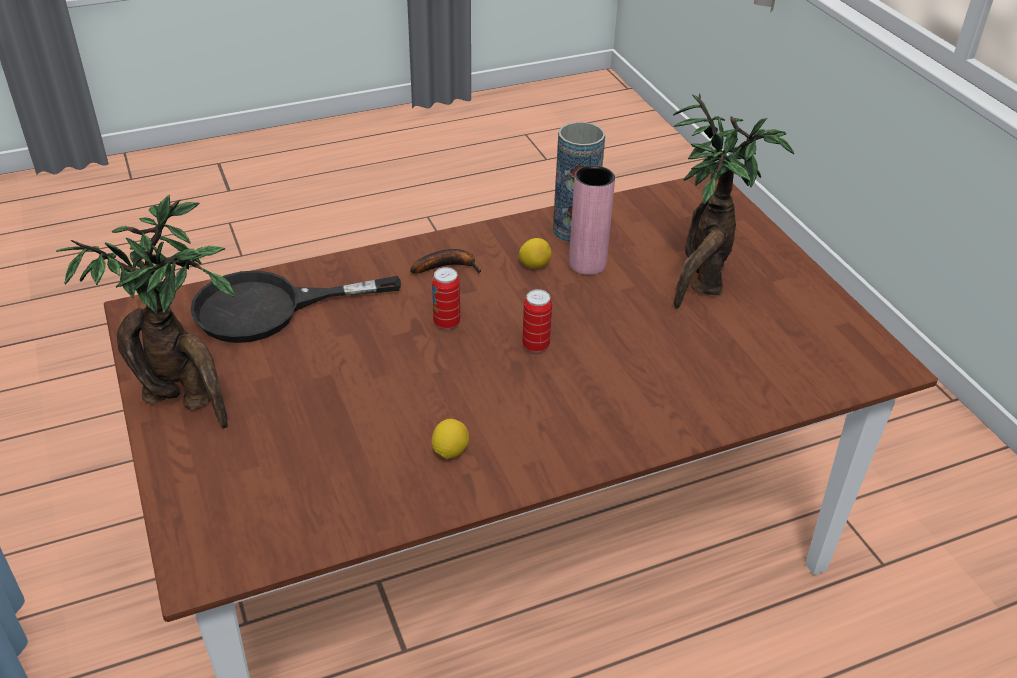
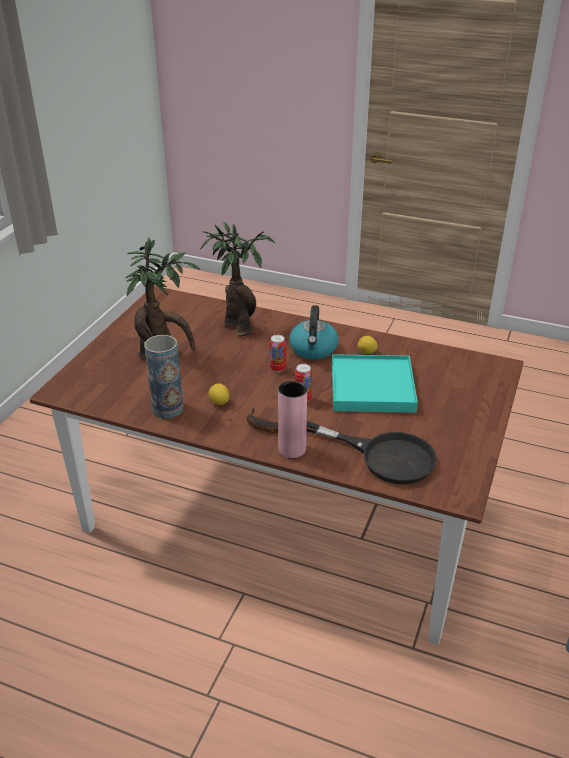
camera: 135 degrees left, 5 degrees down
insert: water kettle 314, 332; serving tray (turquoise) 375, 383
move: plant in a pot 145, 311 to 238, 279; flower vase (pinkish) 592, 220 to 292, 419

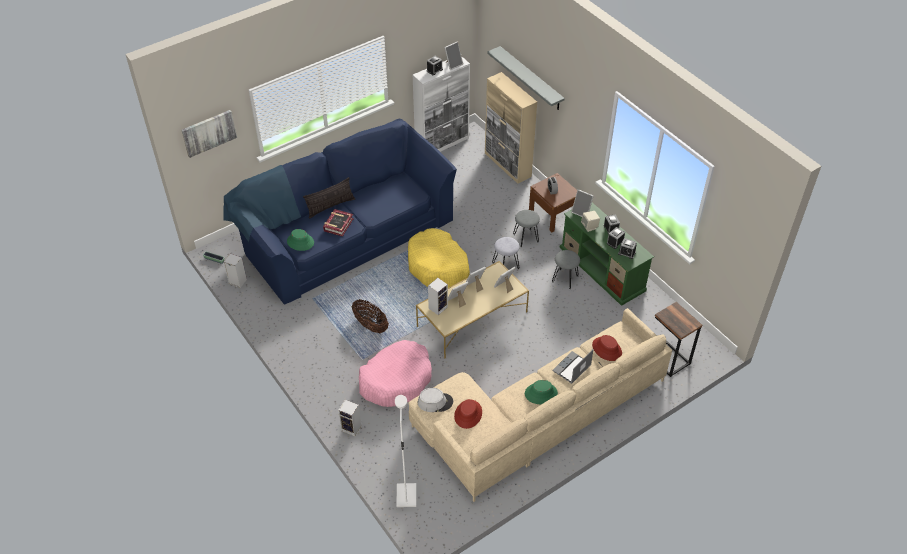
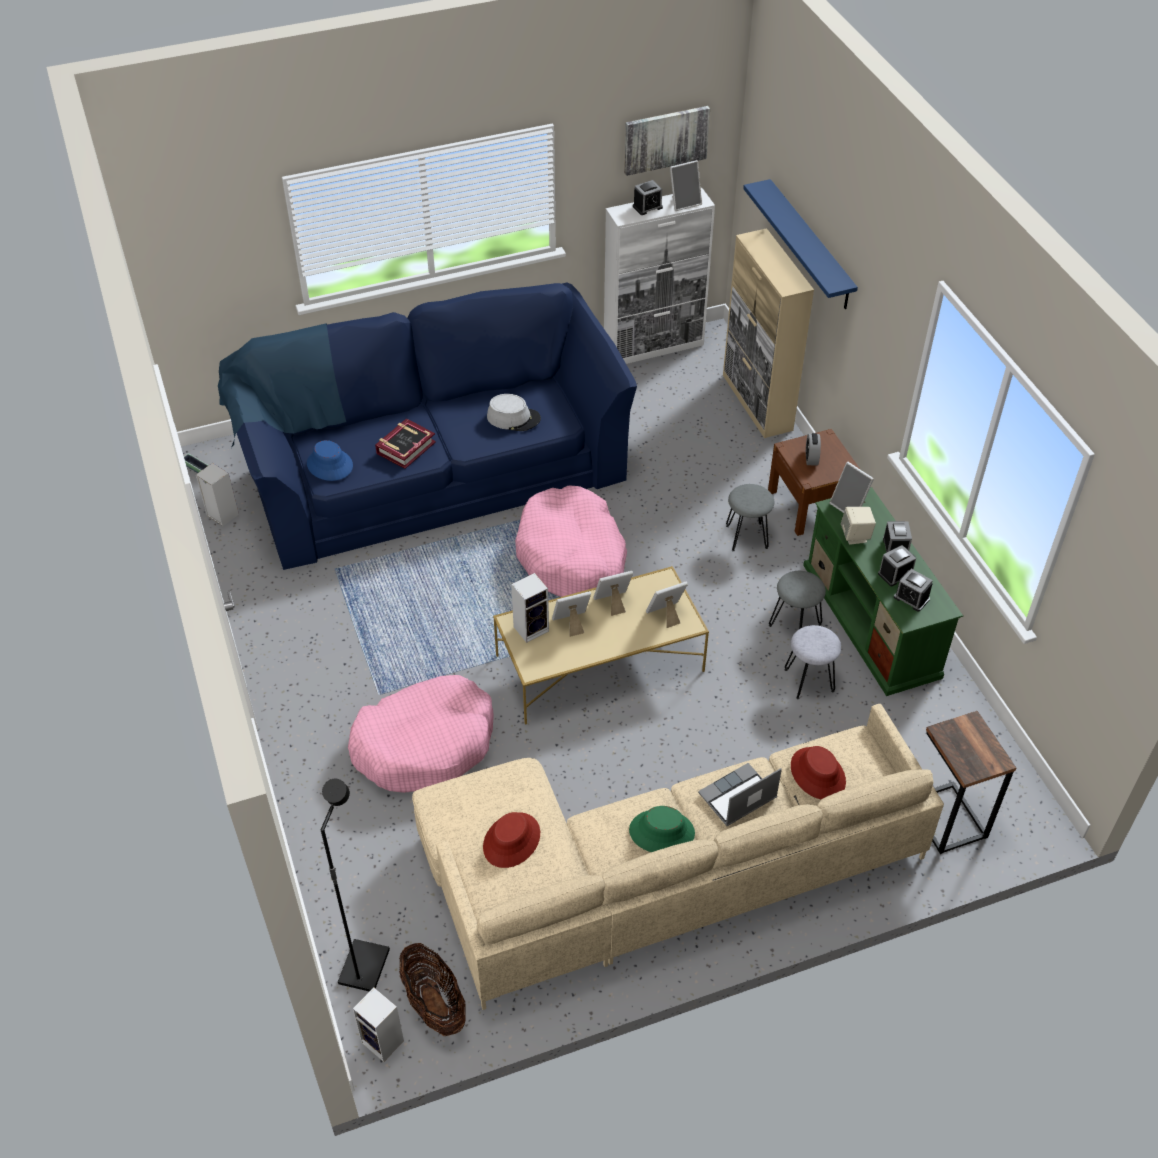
camera: 15 degrees right, 0 degrees up
delete: pillow 329, 198
move: loudspeaker 349, 418 to 378, 1025; household basket 370, 316 to 432, 989; wearable hat (gray) 435, 400 to 514, 412; wall art 209, 134 to 667, 141; stool (gray) 505, 253 to 812, 662
recolor: wearable hat (green-coloured) 300, 240 to wearable hat (blue) 330, 460; floor lamp (white-coloured) 405, 451 to floor lamp (black) 355, 885; dog bed (yellowish) 439, 258 to dog bed (pinkish) 571, 541; wall shelf (gray) 526, 78 to wall shelf (blue) 800, 244

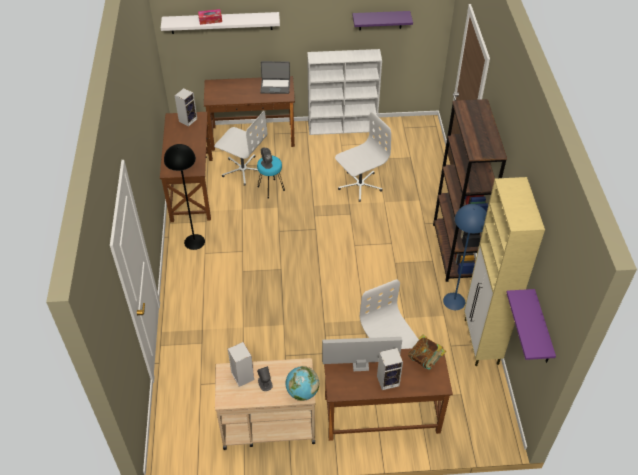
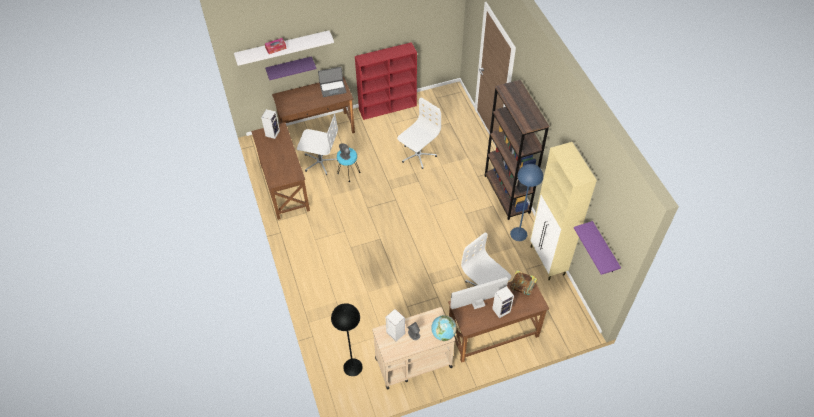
camera: 15 degrees left, 5 degrees up
move: wall shelf (purplish) 382, 20 to 290, 68; floor lamp (black) 184, 197 to 347, 339
recolor: bookshelf (white-coloured) 344, 92 to bookshelf (red-coloured) 386, 81

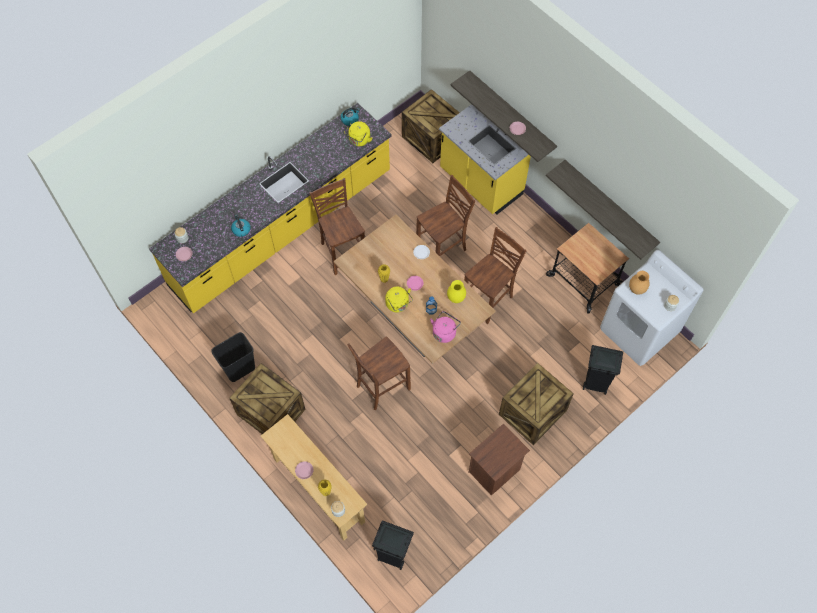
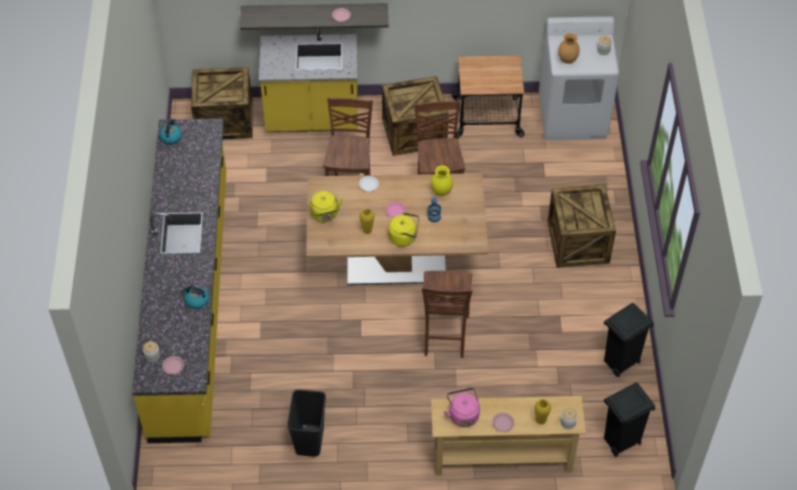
camera: 50 degrees left, 10 degrees down
delete: upright chair (brownish) 337, 226; nightstand (brownish) 499, 460; wall shelf 603, 210
move: water kettle (yellowish) 358, 133 to 326, 206; packing crate 267, 398 to 415, 116; water kettle (pinkish) 445, 327 to 462, 407; waste bin (black) 603, 370 to 629, 340

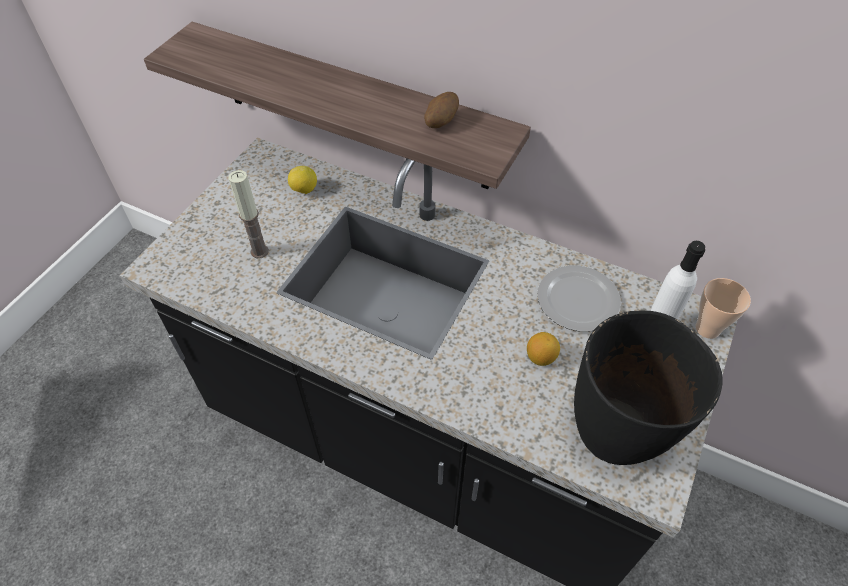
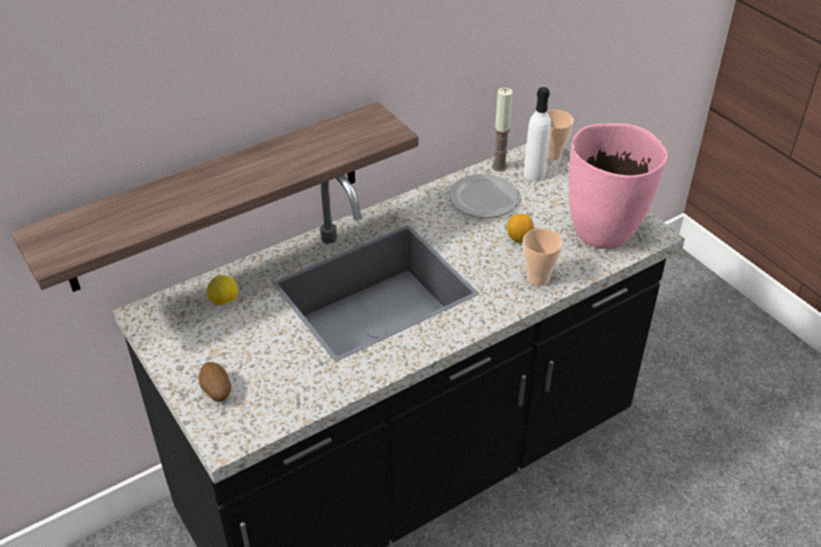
camera: 60 degrees left, 10 degrees down
insert: small cup 543, 257
move: potato 441, 110 to 215, 382; wax candle 249, 214 to 502, 130
recolor: flower vase (black) 648, 388 to flower vase (pinkish) 618, 186

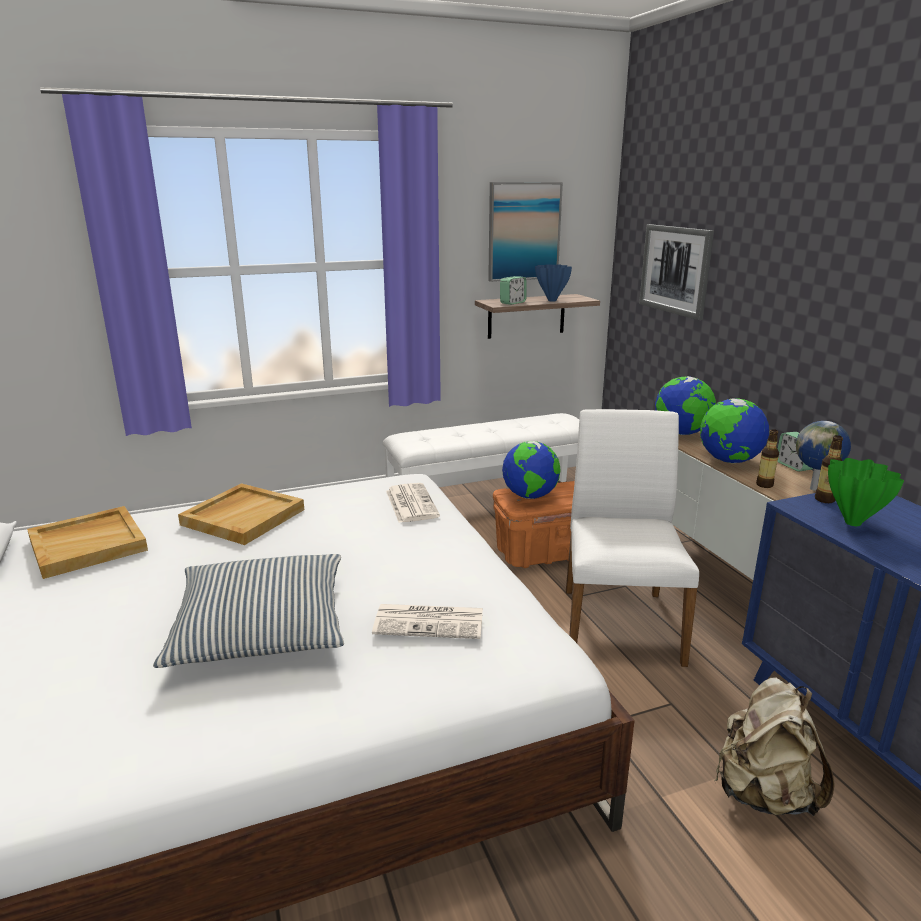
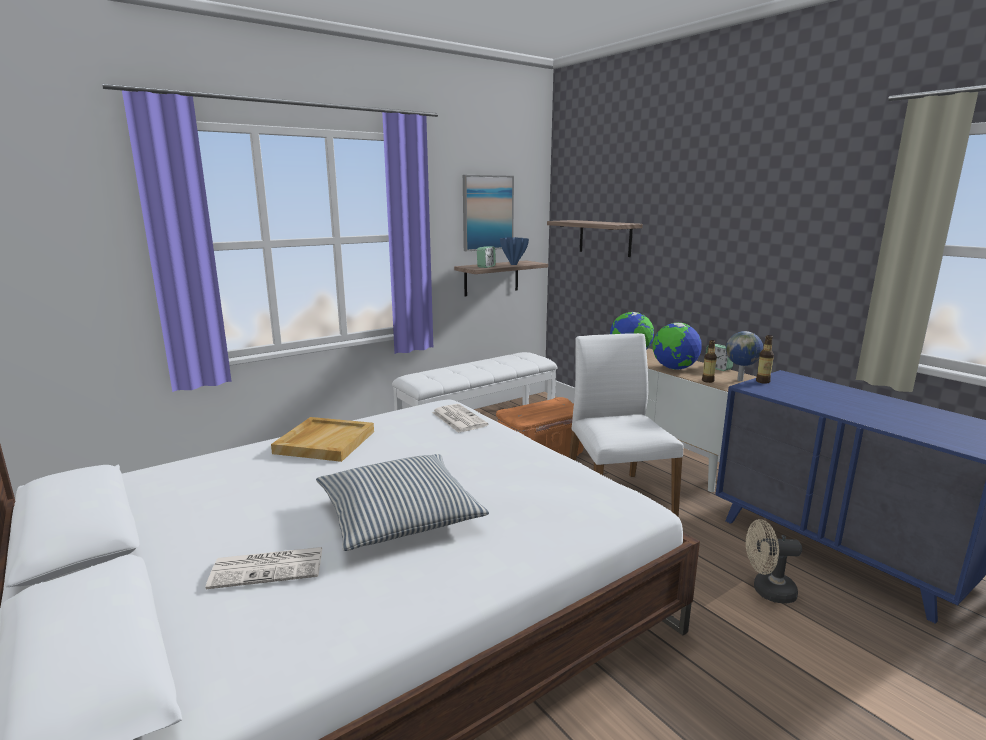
camera: 15 degrees left, 5 degrees down
delete: serving tray (sand-coloured) 87, 542; world globe 531, 470; flower vase (green-coloured) 866, 492
move: daily paper 427, 621 to 264, 568
replace: wall art 676, 272 to wall shelf 595, 238; backpack (sand-coloured) 775, 747 to cooling fan (sand-coloured) 774, 561

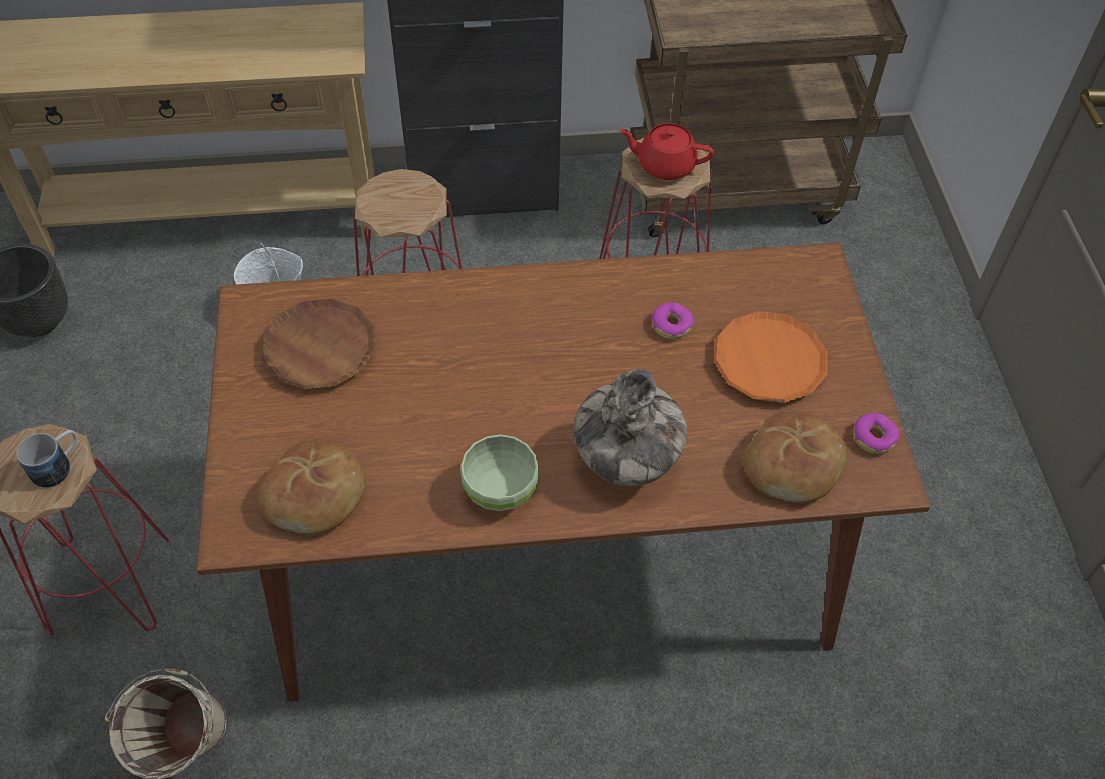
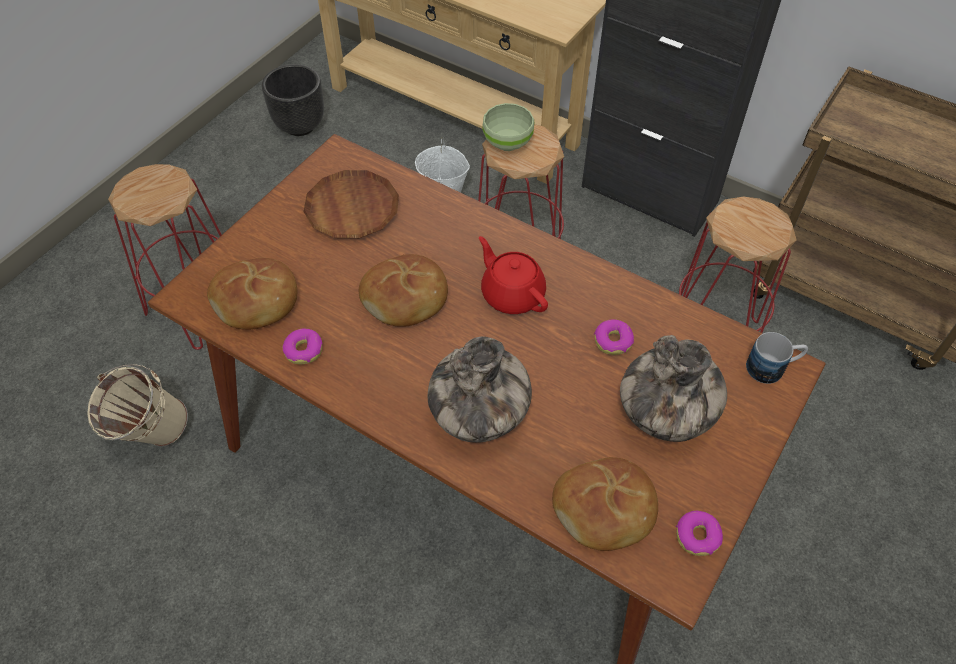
camera: 40 degrees right, 0 degrees up
insert: doughnut 302, 346; bread 403, 290
move: tea pot (red-coloured) 666, 151 to 513, 275; bowl (green-coloured) 500, 472 to 508, 127; tea mug 47, 459 to 777, 358
replace: plate (orange) 771, 357 to flower vase 673, 388

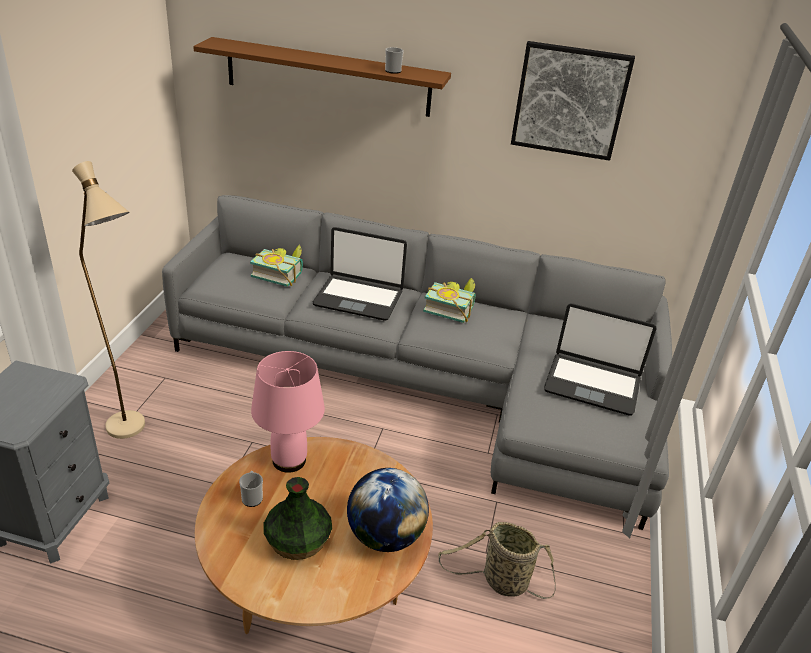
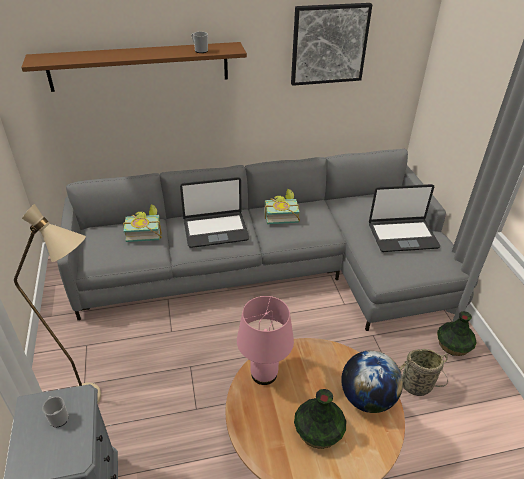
camera: 25 degrees left, 5 degrees up
insert: flower vase 457, 333
move: tea mug 251, 489 to 55, 411

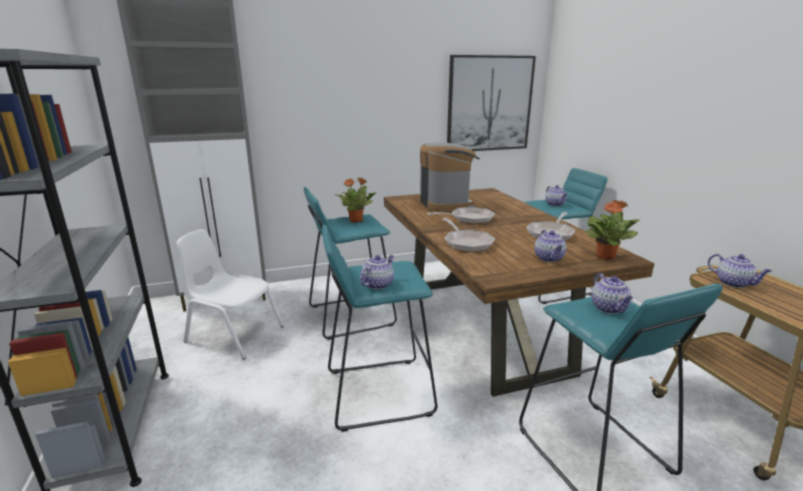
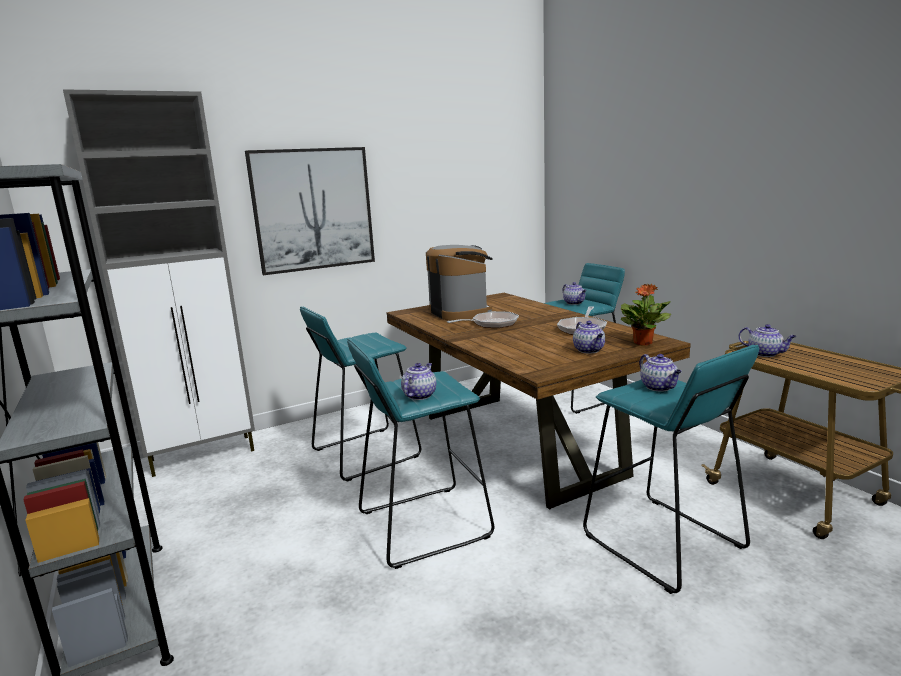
camera: 10 degrees left, 5 degrees down
delete: upright chair (white-coloured) 230, 295; plant in a pot 355, 200; skillet 469, 235
move: wall art 491, 103 to 310, 211

